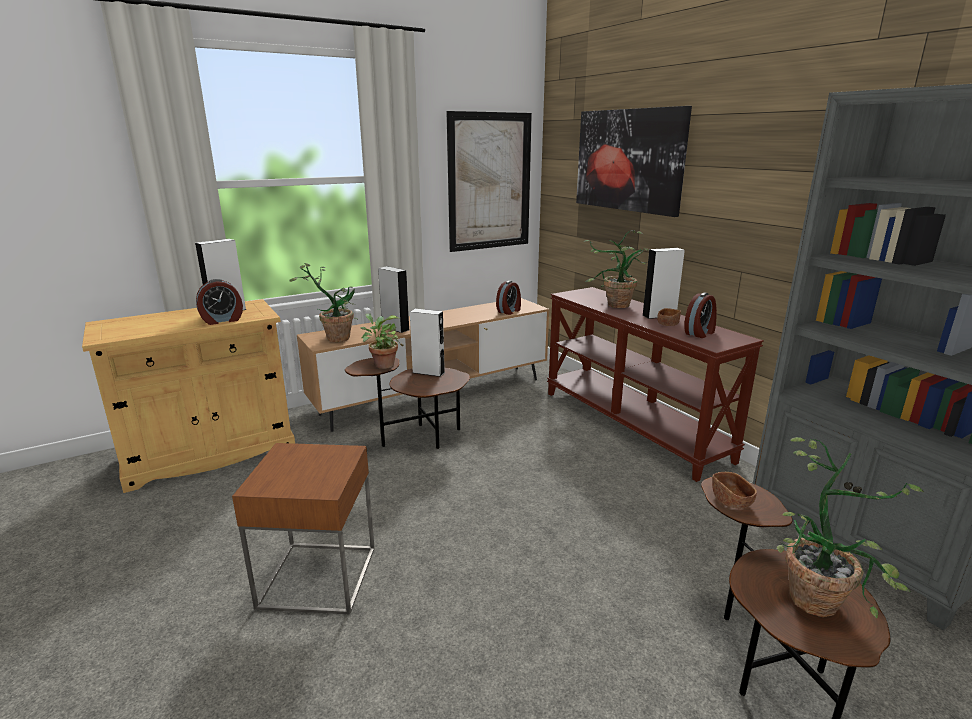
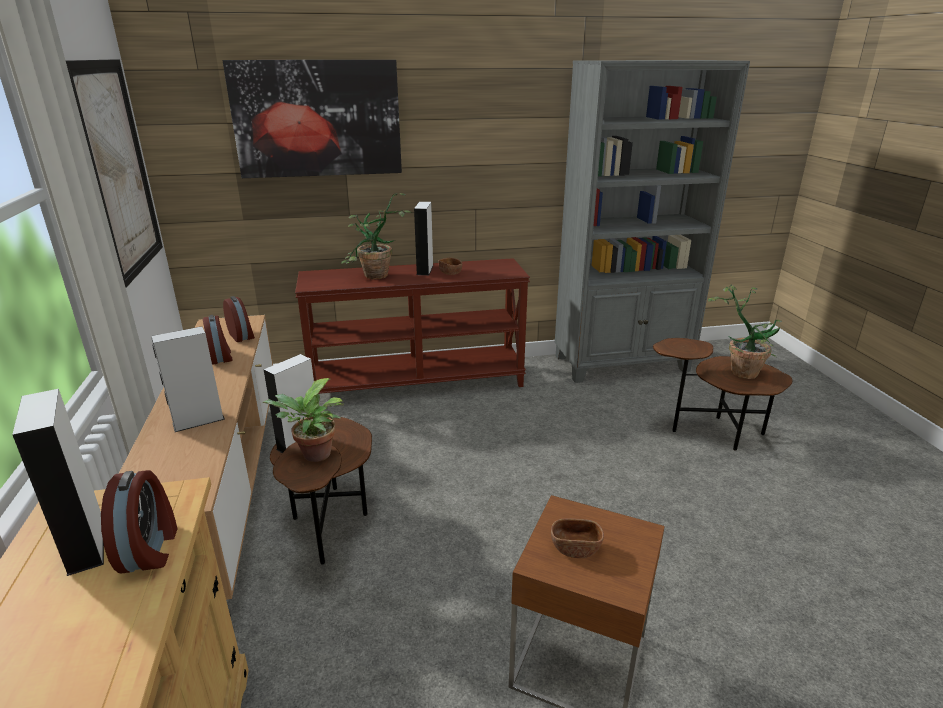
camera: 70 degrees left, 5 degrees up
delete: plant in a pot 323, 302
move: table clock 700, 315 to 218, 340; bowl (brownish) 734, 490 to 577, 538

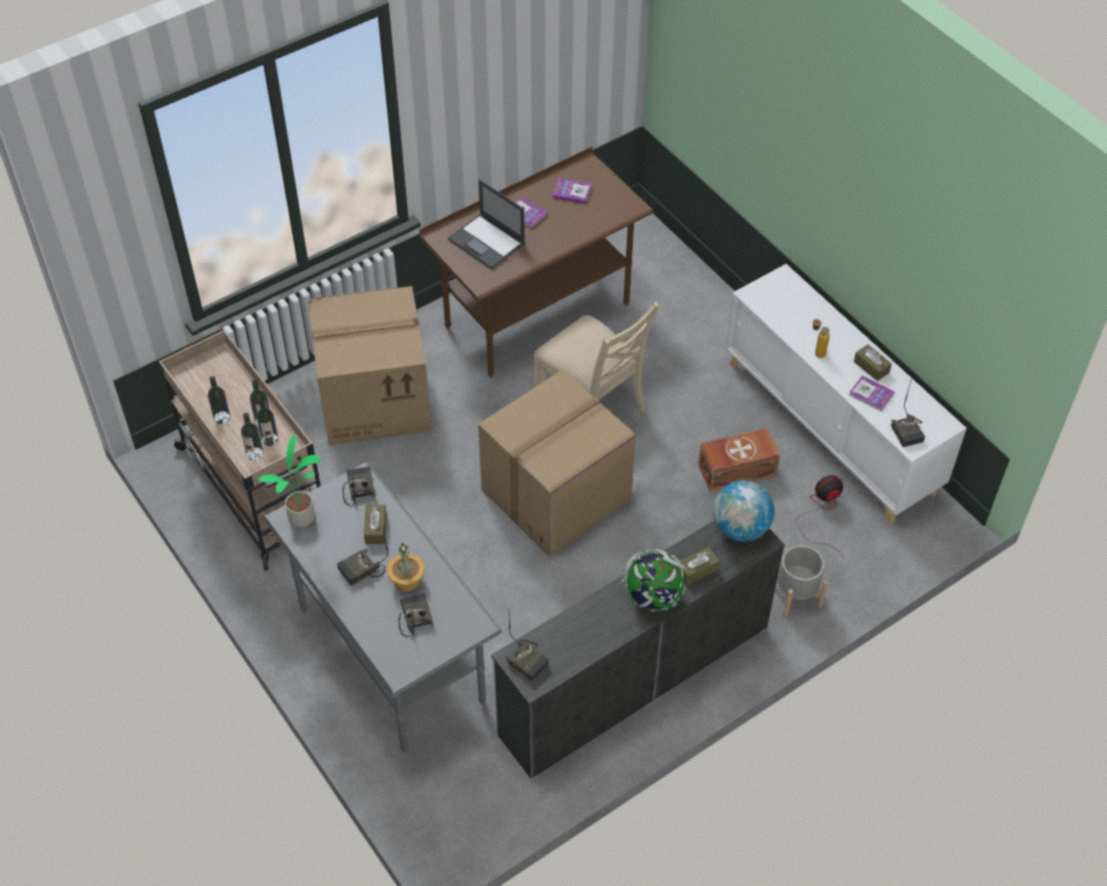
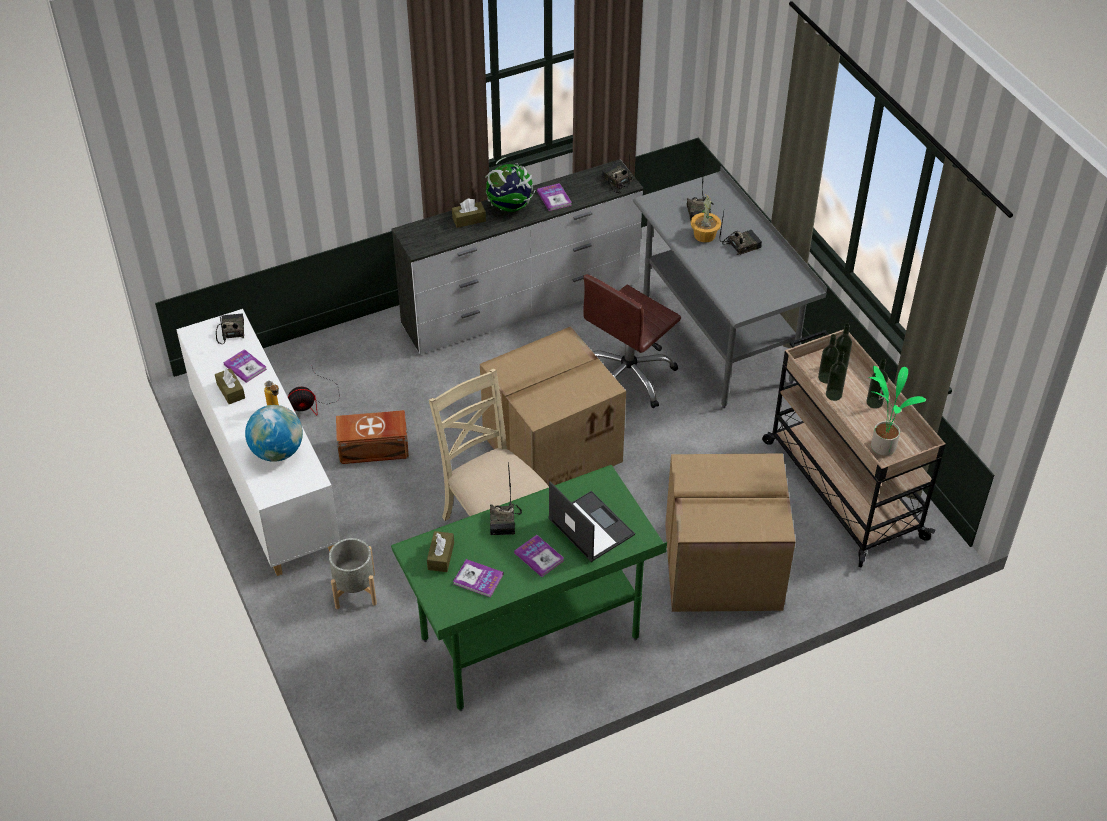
camera: 170 degrees left, 5 degrees down
insert: book 554, 197; office chair (brownish) 632, 341
move: world globe 744, 511 to 274, 433; flower pot (gray) 802, 581 to 353, 573; tissue holder (brownish) 375, 524 to 440, 551; radio 358, 486 to 506, 498; plant in a pot 289, 480 to 897, 410
recolor: desk (brownish) 536, 262 to desk (green-coloured) 529, 588

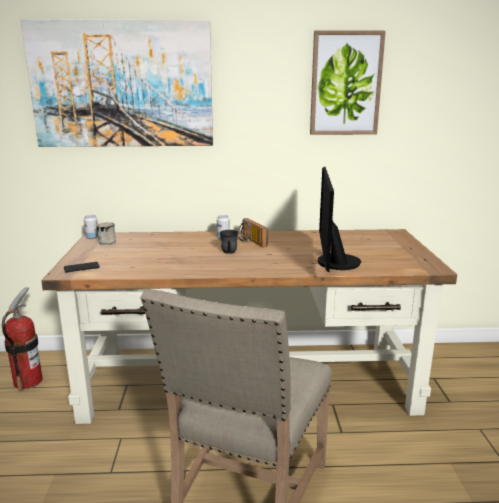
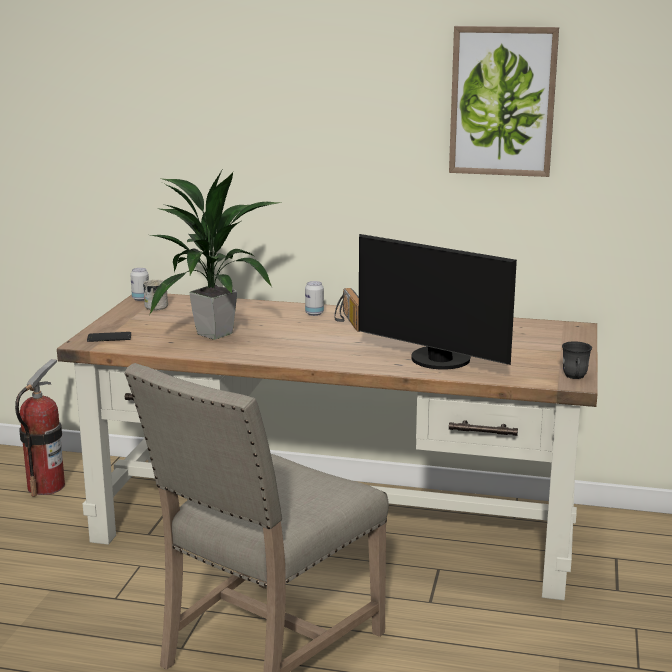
camera: 15 degrees right, 0 degrees up
delete: wall art 117, 83
insert: plant in a pot 215, 254
move: tea mug (gray) 229, 242 to 577, 360
rotate: computer display 339, 219 = 437, 302 75 degrees counterclockwise

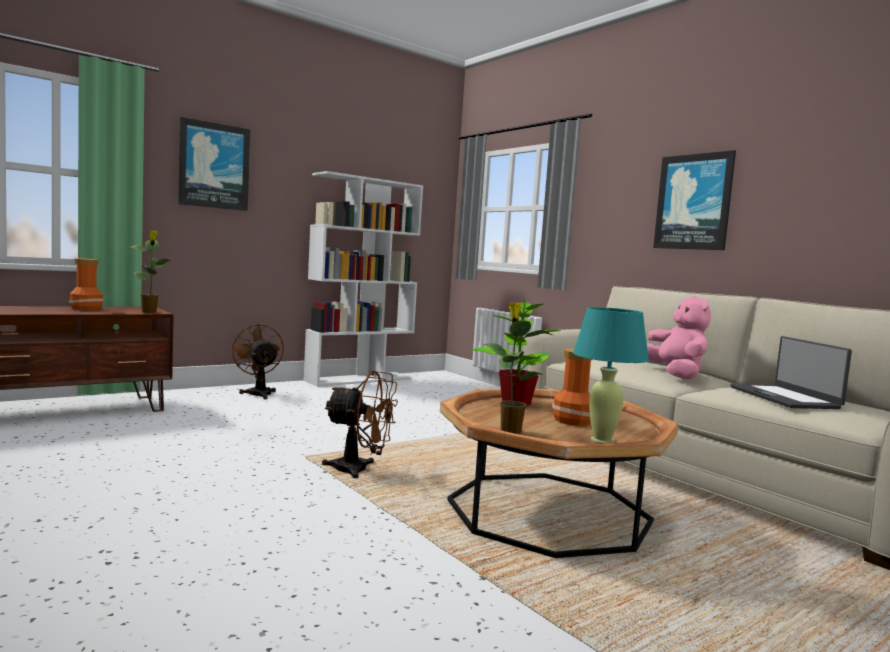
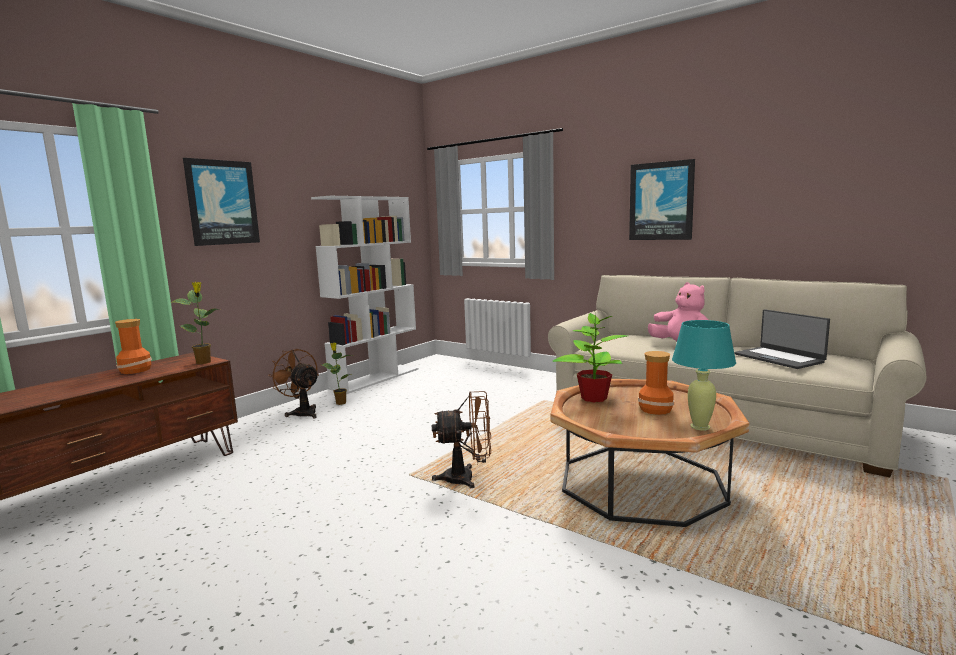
camera: 15 degrees left, 5 degrees up
move: plant in a pot 518, 368 to 337, 374

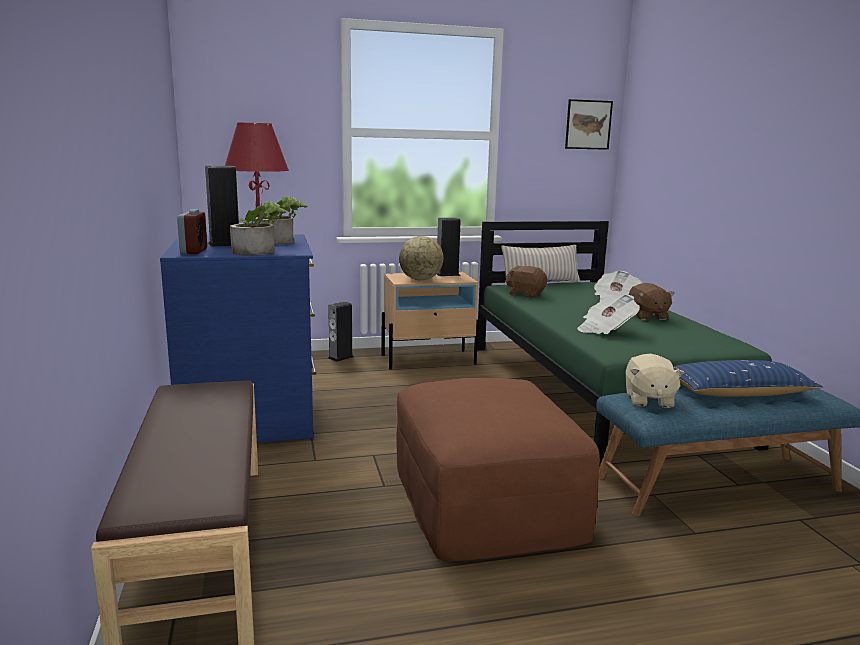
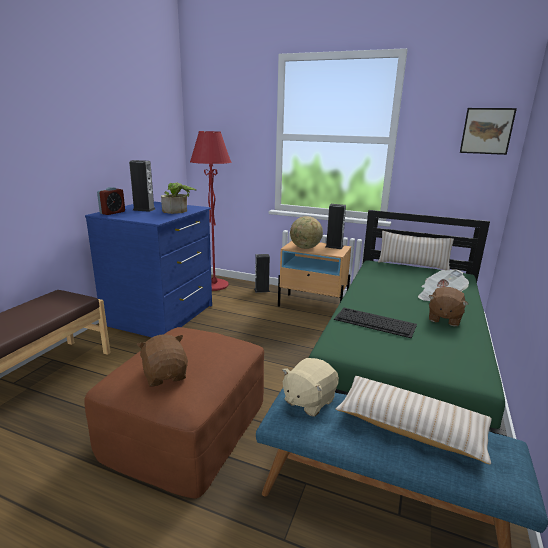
camera: 35 degrees right, 5 degrees up
delete: plant in a pot 258, 228
move: soft toy (brownish) 526, 282 to 162, 360
replace: daily paper 608, 314 to computer keyboard 375, 323
recolor: pillow (blue) 748, 378 to pillow (sand-coloured) 414, 420

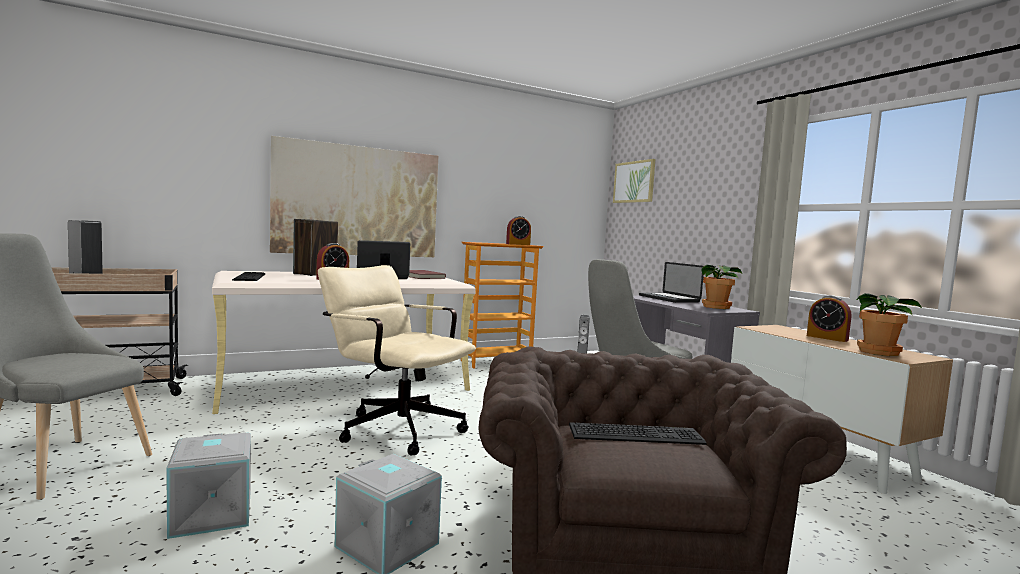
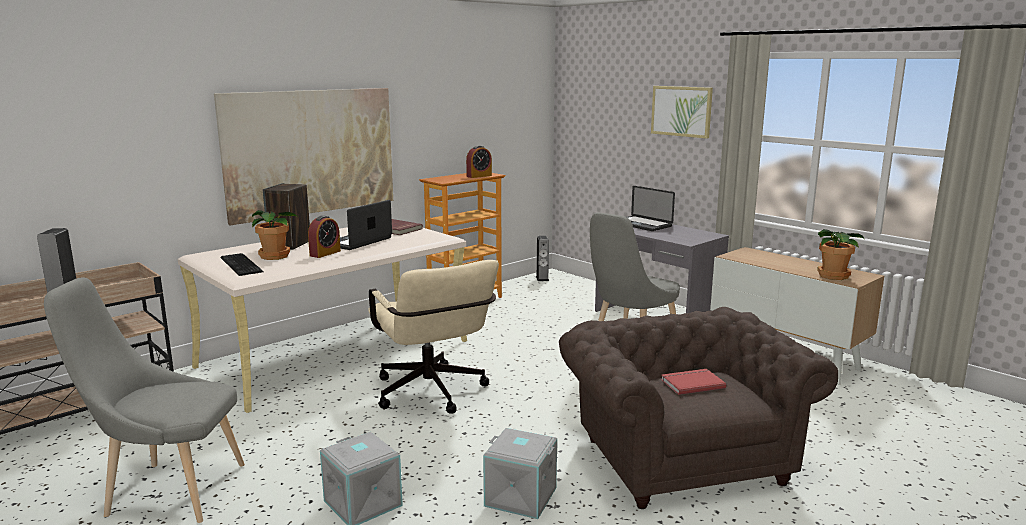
camera: 15 degrees left, 10 degrees up
delete: table clock 829, 318
move: plant in a pot 721, 287 to 275, 235; wall art 634, 181 to 682, 112
replace: computer keyboard 637, 433 to book (red-coloured) 693, 382
rotate: office chair (sand-coloured) 397, 360 = 433, 337 135 degrees counterclockwise

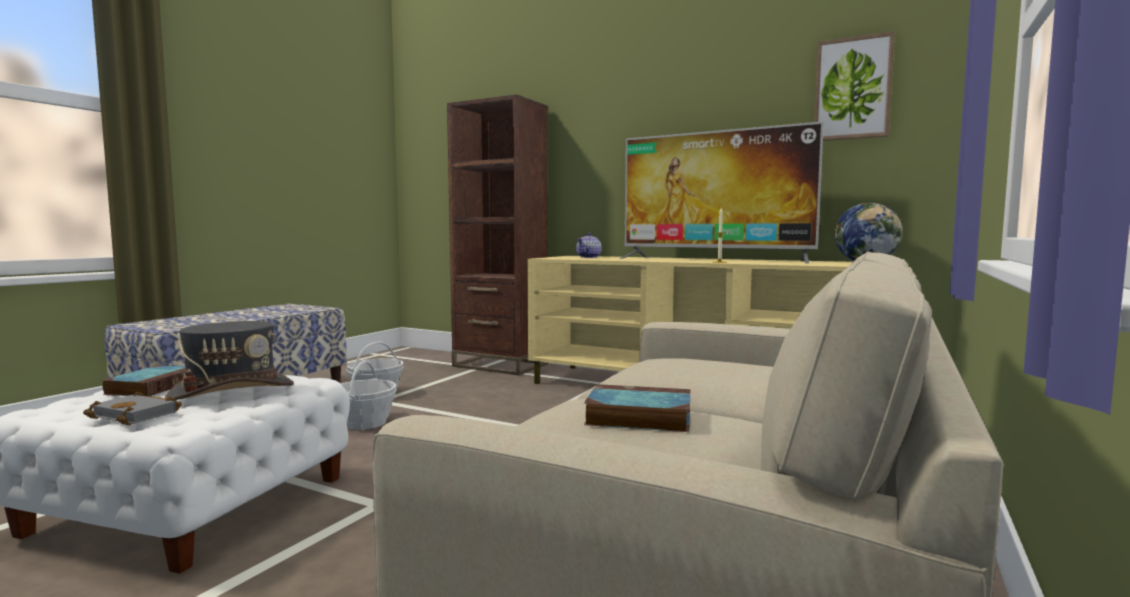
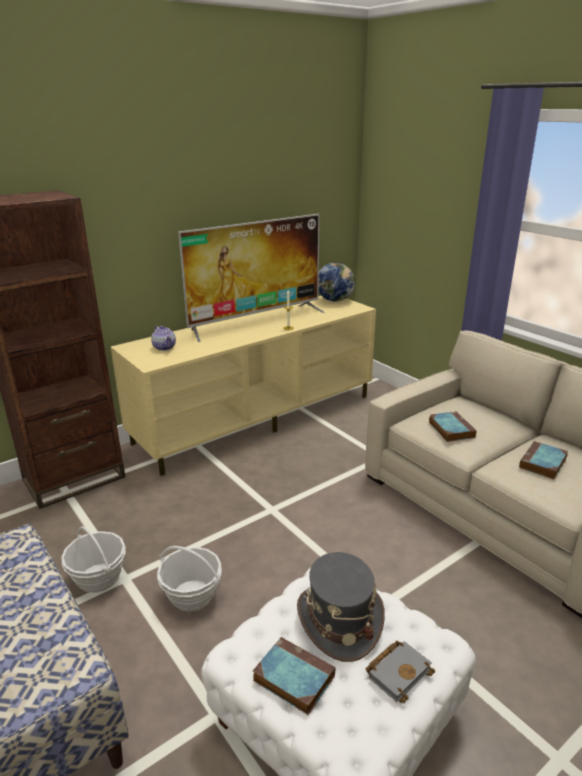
camera: 65 degrees left, 20 degrees up
delete: wall art 854, 86
insert: book 453, 426

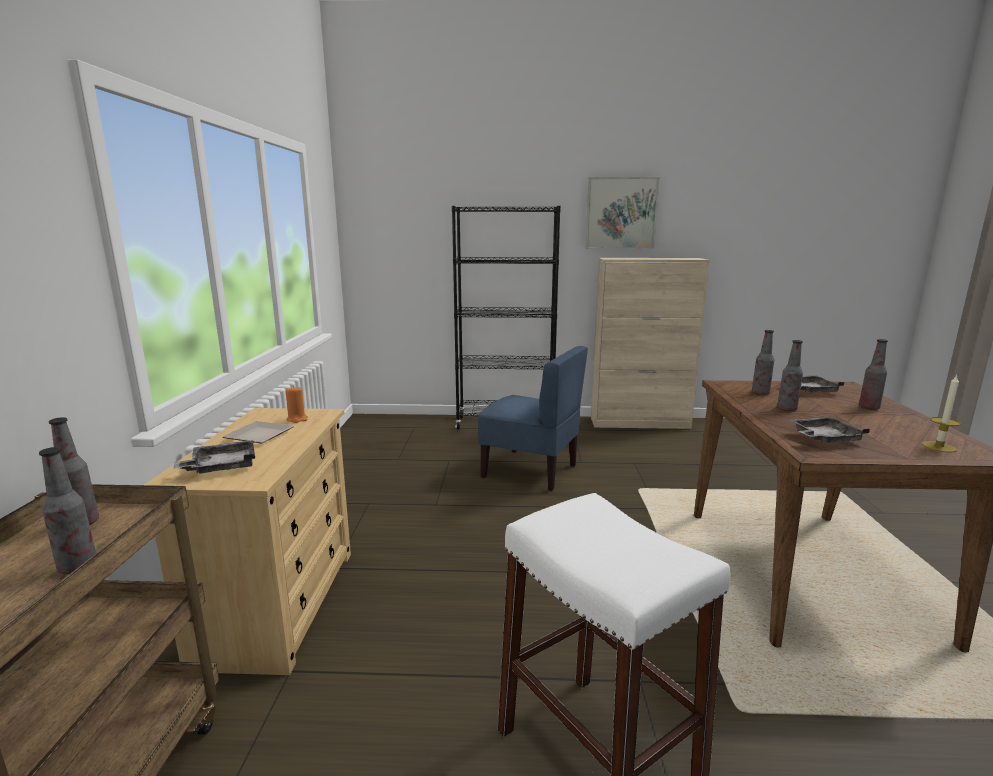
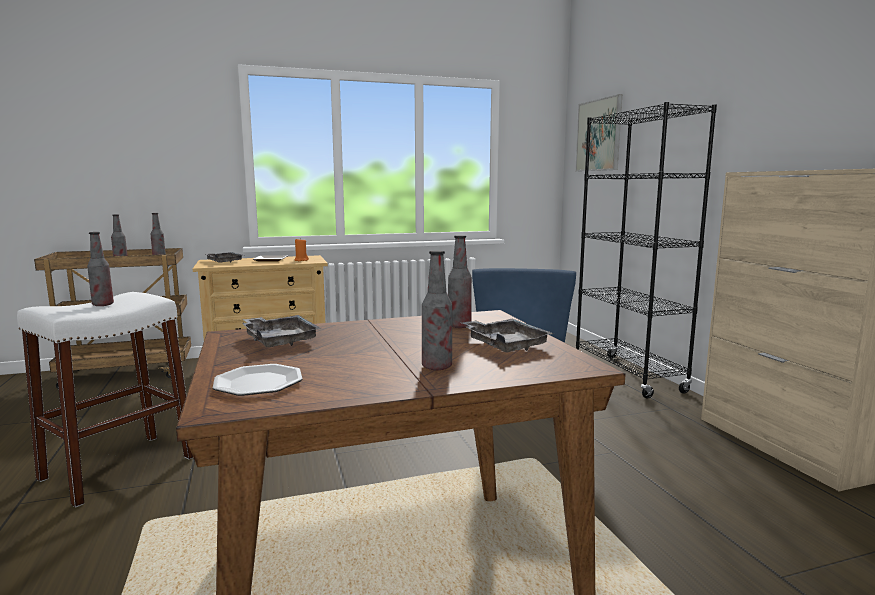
camera: 70 degrees right, 5 degrees down
move: beverage bottle 790, 375 to 100, 269; wall art 622, 213 to 598, 133
replace: wax candle 941, 414 to plate 257, 380

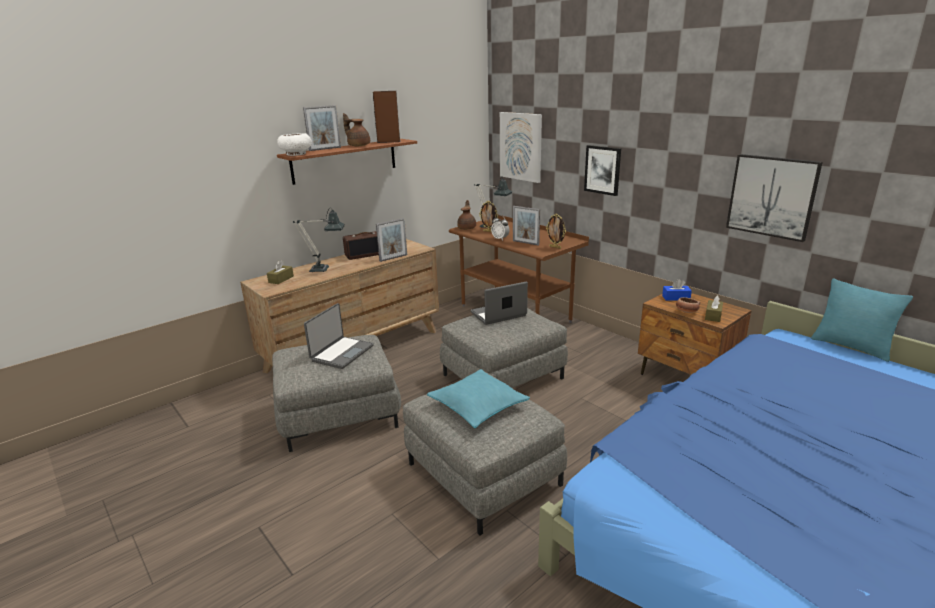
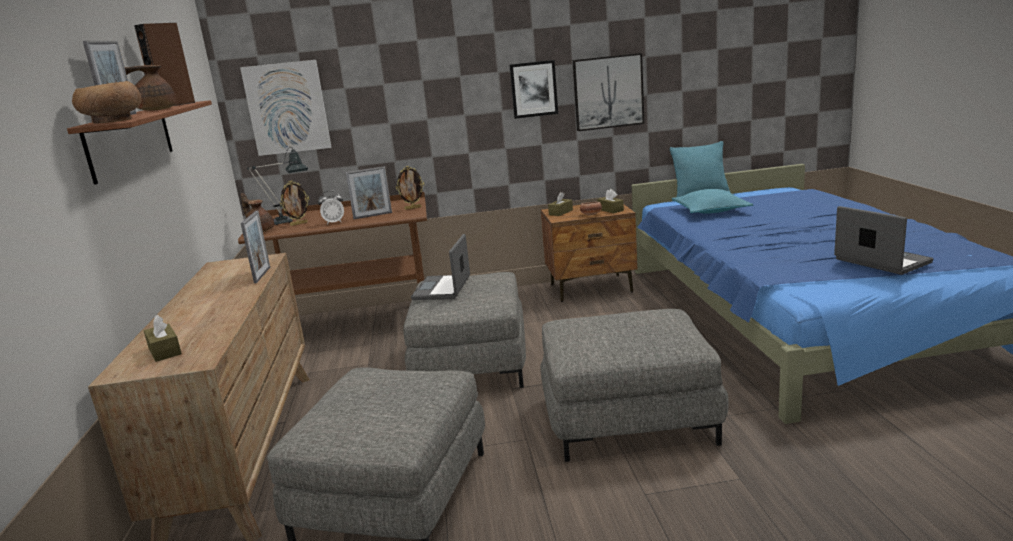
camera: 55 degrees left, 5 degrees down
delete: tabletop lamp 318, 240; radio 361, 245
move: wall art 602, 170 to 533, 89; pillow (turquoise) 478, 398 to 712, 201; laptop 339, 336 to 883, 240
recolor: bowl (white-coloured) 294, 144 to bowl (brownish) 106, 102; tissue holder (blue) 677, 290 to tissue holder (brownish) 560, 204

